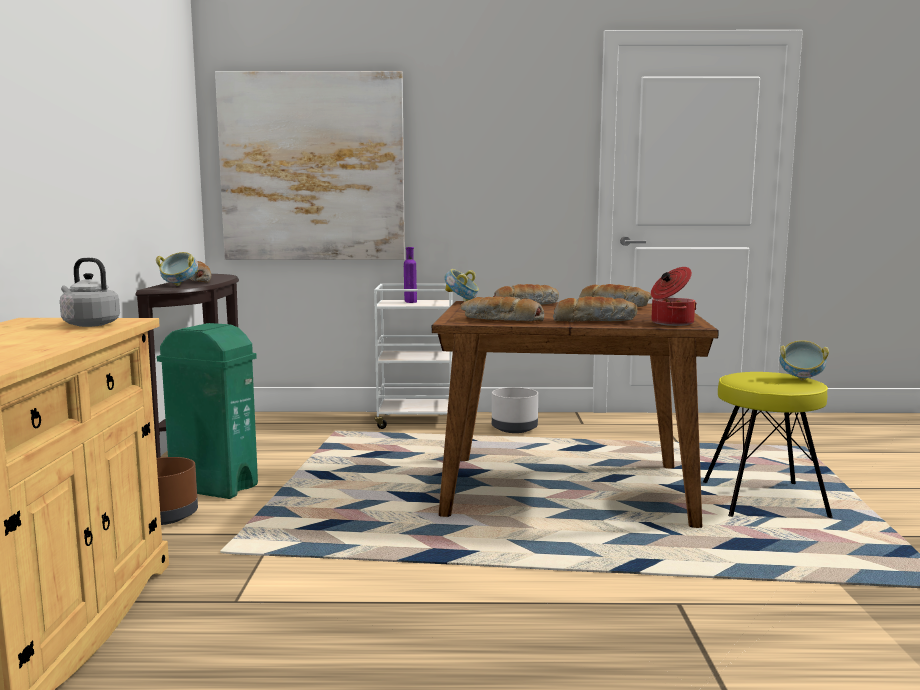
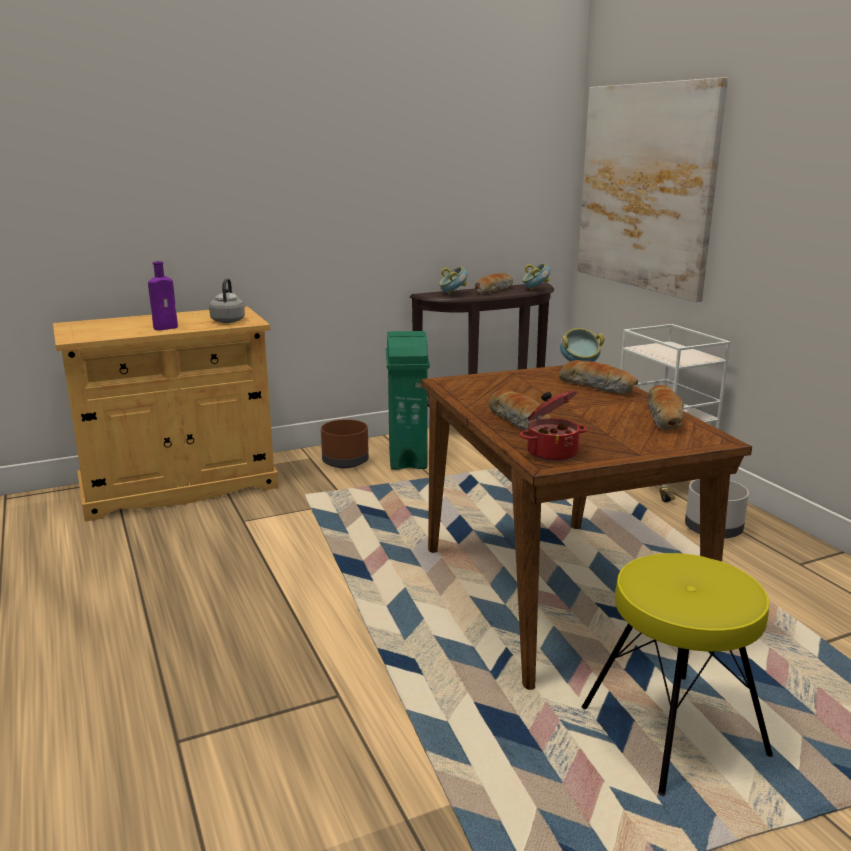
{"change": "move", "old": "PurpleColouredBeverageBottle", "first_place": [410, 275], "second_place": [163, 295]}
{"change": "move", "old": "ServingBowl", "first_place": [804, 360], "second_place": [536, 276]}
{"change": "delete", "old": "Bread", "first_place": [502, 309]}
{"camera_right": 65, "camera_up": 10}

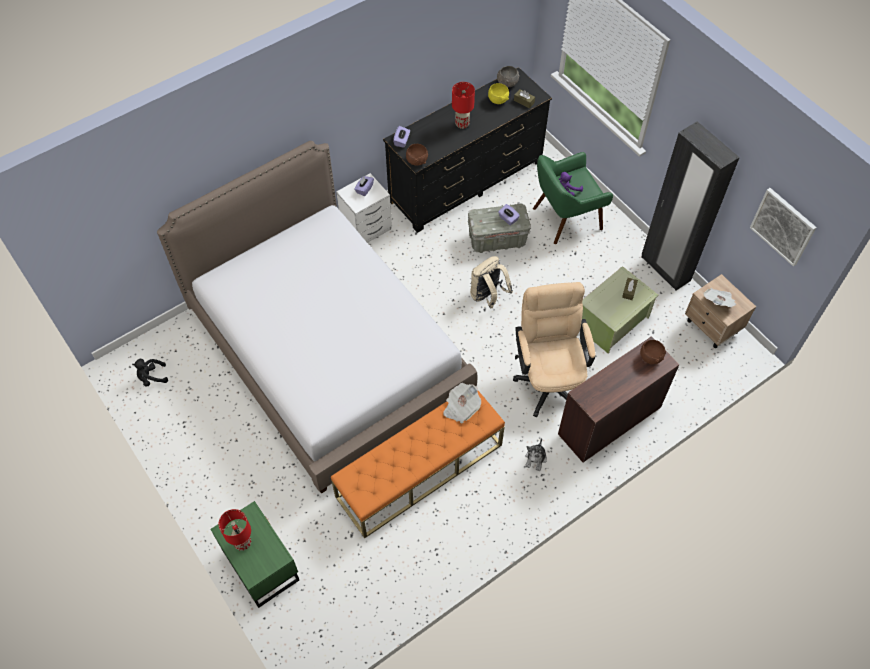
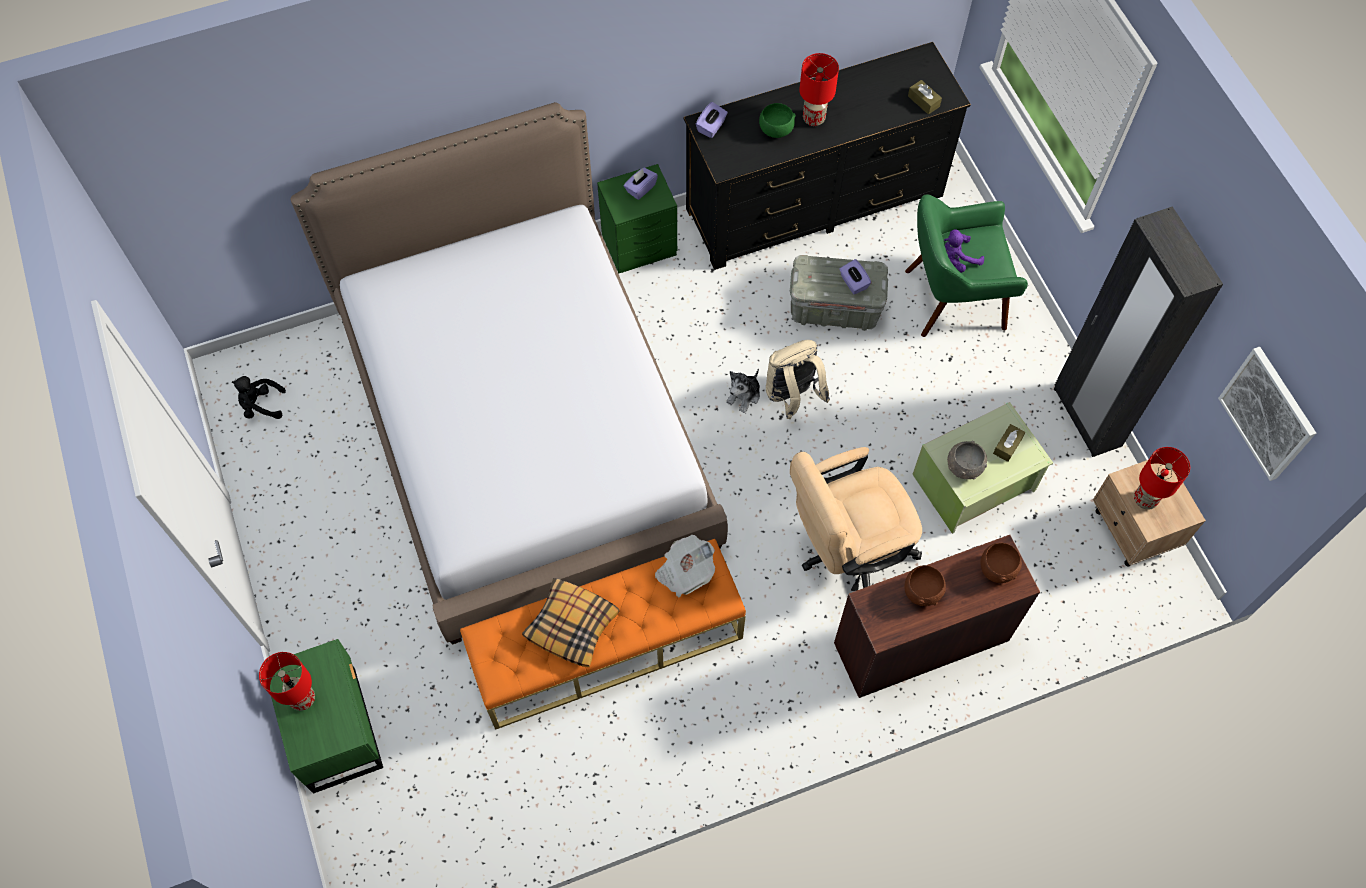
{"change": "insert", "new": "ThrowPillow", "second_place": [571, 622]}
{"change": "recolor", "old": "WhiteNightTable", "new": "GreenNightTable", "first_place": [364, 208], "second_place": [637, 219]}
{"change": "move", "old": "SoftToy", "first_place": [536, 455], "second_place": [743, 390]}
{"change": "insert", "new": "GreenServingBowl", "second_place": [777, 120]}
{"change": "rotate", "old": "BeigeDeskChair", "first_place": [554, 349], "second_place": [856, 519], "degrees": -120}
{"change": "move", "old": "BrownServingBowl", "first_place": [417, 155], "second_place": [925, 585]}
{"change": "move", "old": "GreyishServingBowl", "first_place": [508, 76], "second_place": [967, 460]}
{"change": "replace", "old": "DailyPaper", "new": "RedColouredTabletopLamp", "first_place": [720, 297], "second_place": [1162, 478]}
{"change": "delete", "old": "YellowColouredServingBowl", "first_place": [498, 93]}
{"camera_right": 15, "camera_up": 5}

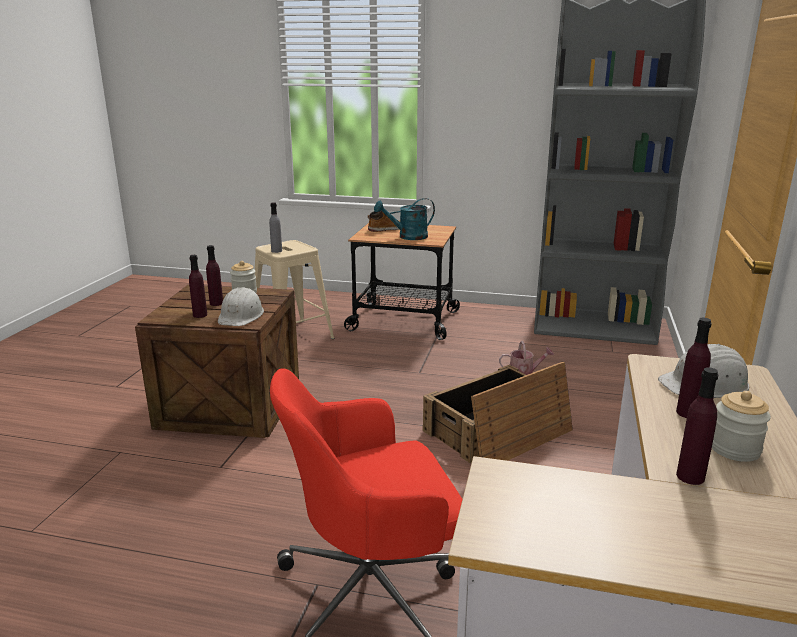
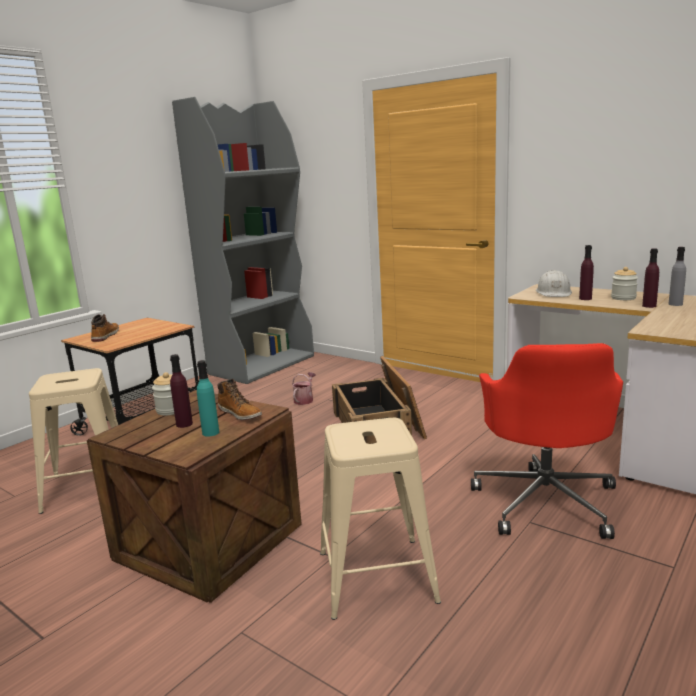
{"change": "recolor", "old": "PurpleColouredBeverageBottle", "new": "TurquoiseColouredBeverageBottle", "first_place": [198, 286], "second_place": [208, 398]}
{"change": "replace", "old": "WhiteWorkHelmet", "new": "Boot", "first_place": [241, 306], "second_place": [239, 399]}
{"change": "insert", "new": "BeigeSittingStool", "second_place": [380, 519]}
{"change": "move", "old": "GreyishBeverageBottle", "first_place": [275, 227], "second_place": [677, 276]}
{"change": "delete", "old": "TurquoiseColouredWateringPot", "first_place": [404, 219]}
{"camera_right": -65, "camera_up": -5}

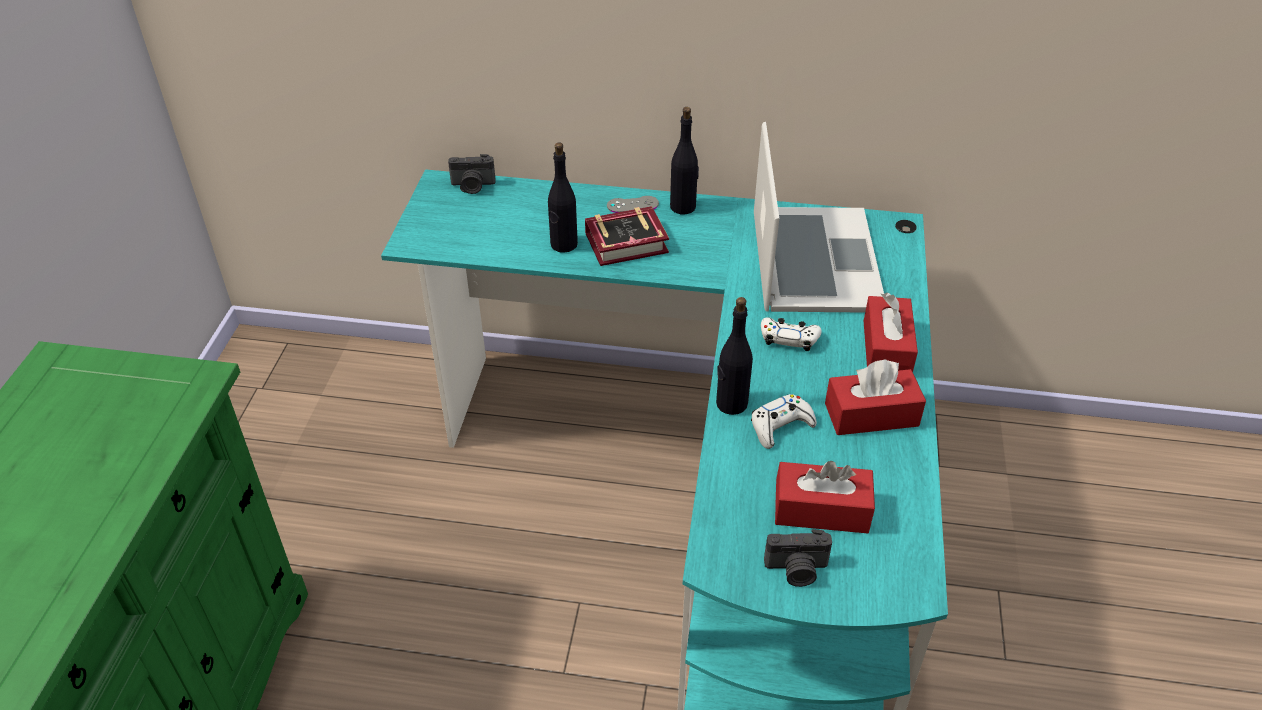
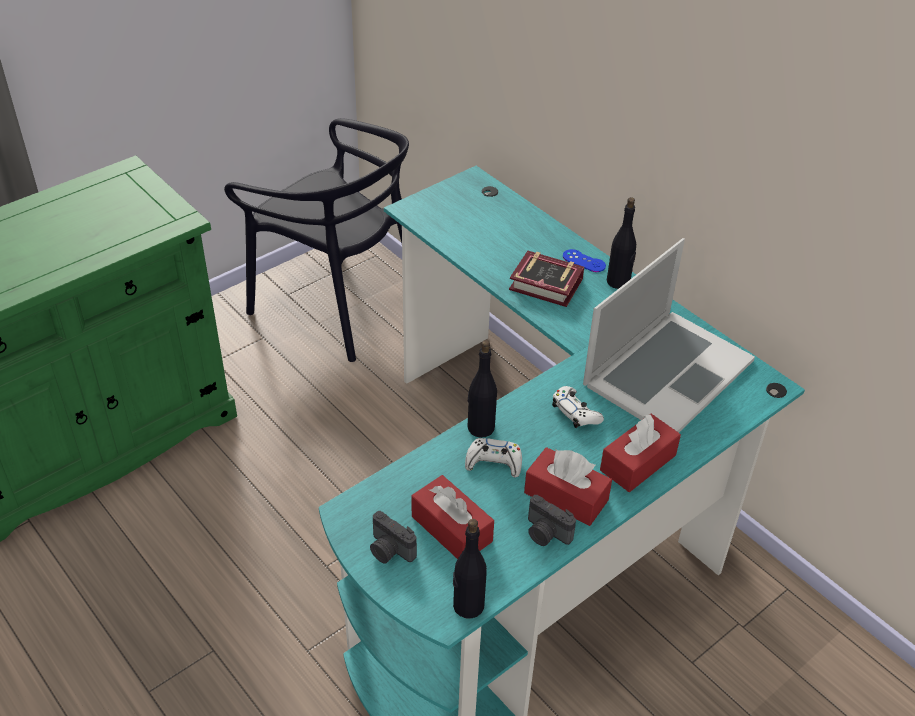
{"change": "insert", "new": "BlackChair", "second_place": [316, 240]}
{"change": "move", "old": "BlackBeverageBottle", "first_place": [563, 198], "second_place": [470, 569]}
{"change": "move", "old": "StillCamera", "first_place": [472, 174], "second_place": [552, 520]}
{"change": "recolor", "old": "GreyishGameController", "new": "BlueGameController", "first_place": [633, 204], "second_place": [584, 260]}
{"camera_right": 40, "camera_up": 0}

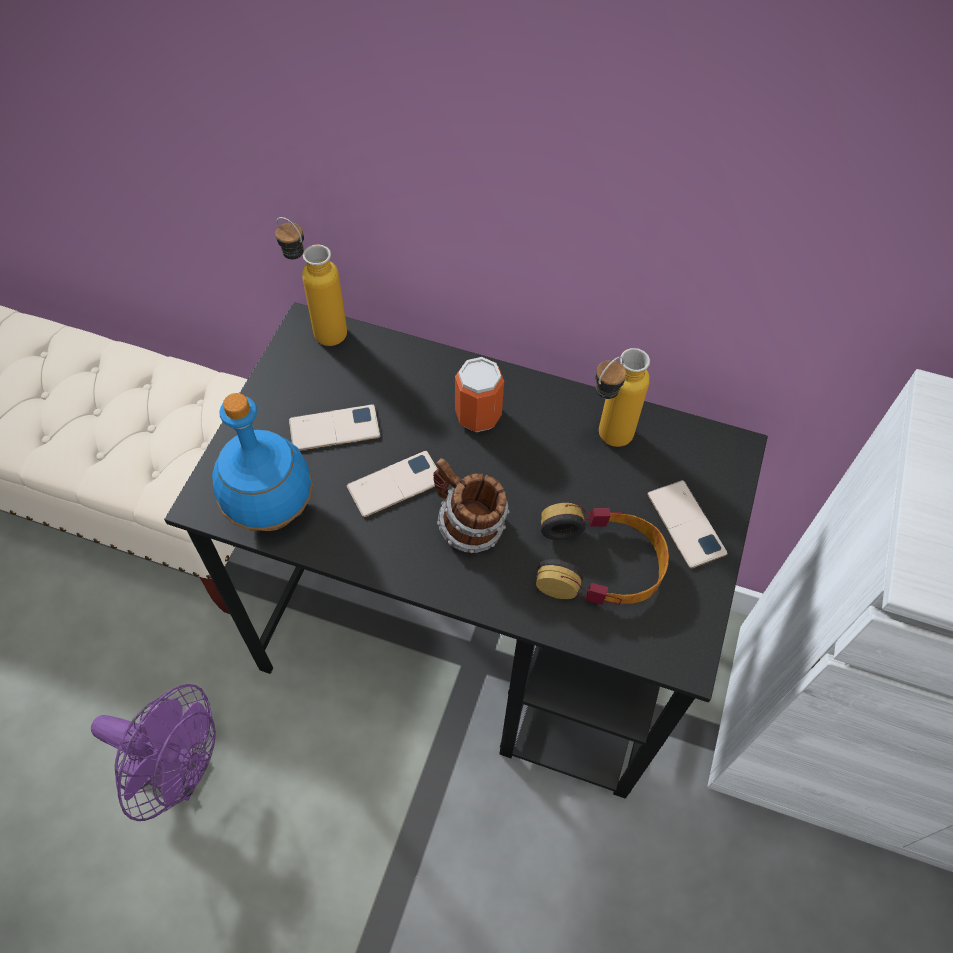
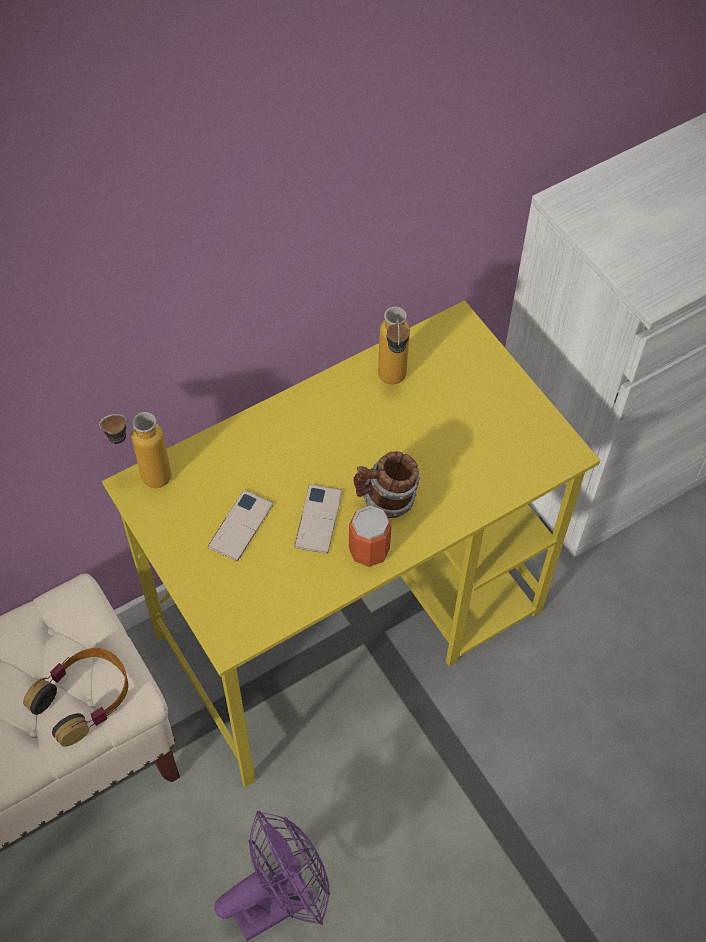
{"change": "move", "old": "Headset", "first_place": [602, 554], "second_place": [75, 697]}
{"change": "recolor", "old": "BlackDeskUnit", "new": "YellowColouredDeskUnit", "first_place": [466, 550], "second_place": [351, 543]}
{"change": "move", "old": "MetalCan", "first_place": [479, 394], "second_place": [370, 536]}
{"change": "delete", "old": "BlueBeverageBottle", "first_place": [262, 462]}
{"change": "delete", "old": "Handset", "first_place": [687, 524]}
{"camera_right": -50, "camera_up": 0}

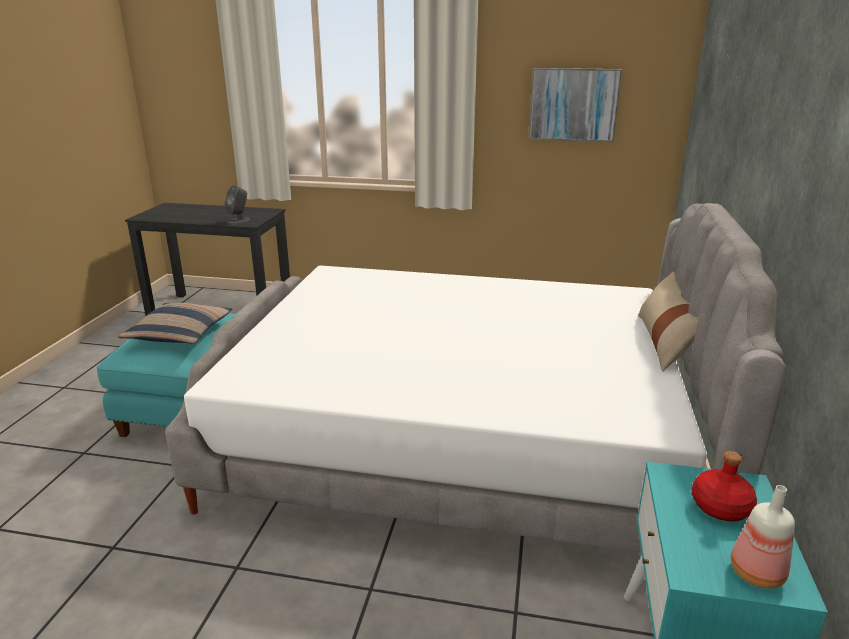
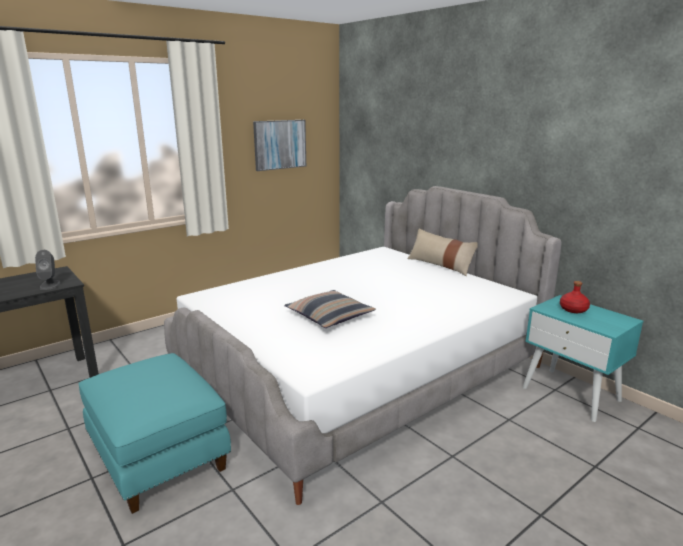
{"change": "move", "old": "ThrowPillow", "first_place": [175, 323], "second_place": [330, 309]}
{"change": "delete", "old": "BeverageBottle", "first_place": [763, 537]}
{"camera_right": -50, "camera_up": -5}

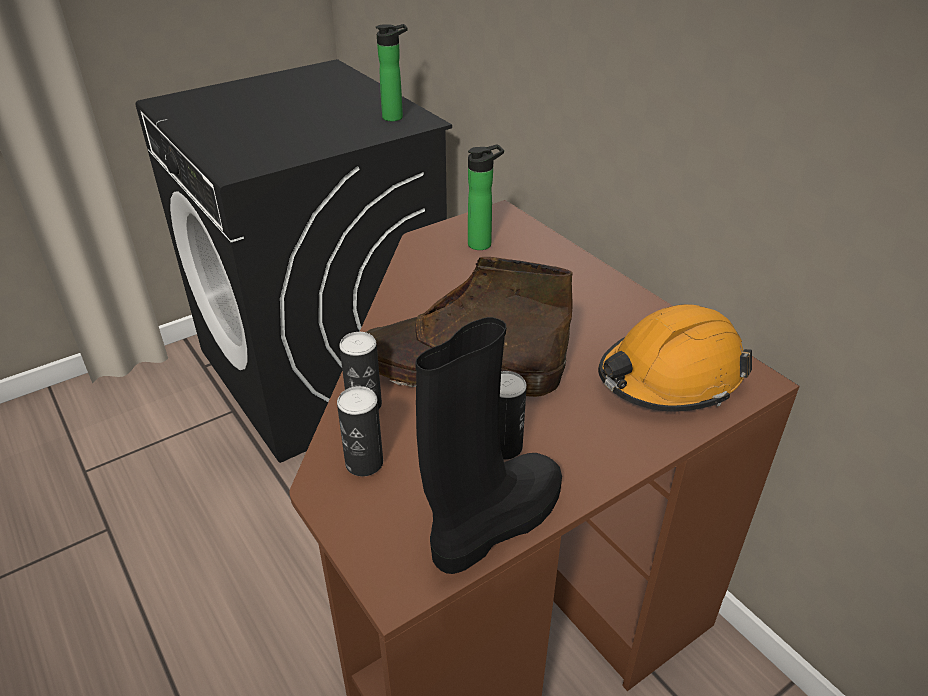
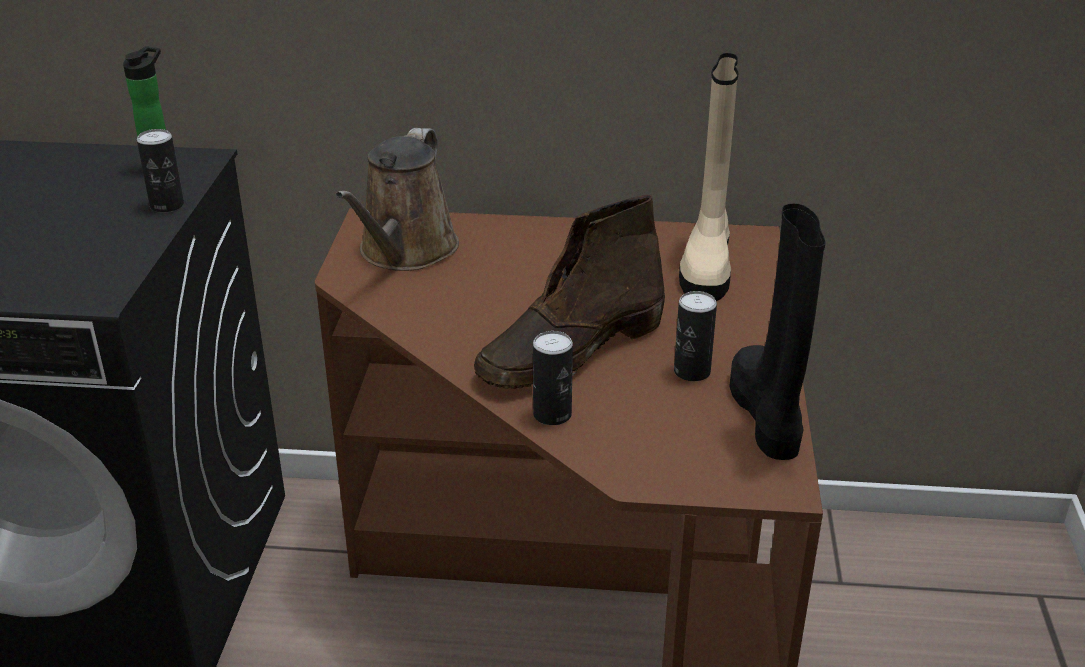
{"change": "move", "old": "MetalCan", "first_place": [360, 431], "second_place": [160, 171]}
{"change": "replace", "old": "BeverageBottle", "new": "BrownWateringPot", "first_place": [486, 197], "second_place": [397, 199]}
{"change": "replace", "old": "OrangeColouredWorkHelmet", "new": "BeigeBoot", "first_place": [675, 358], "second_place": [709, 177]}
{"camera_right": -50, "camera_up": -5}

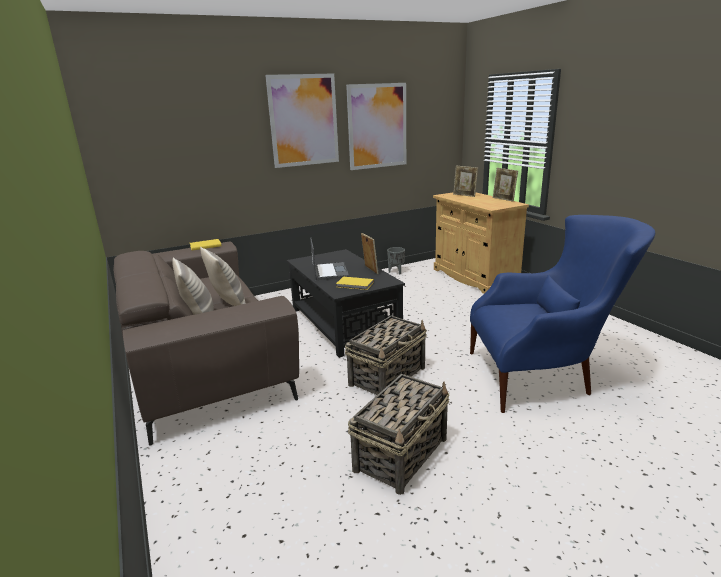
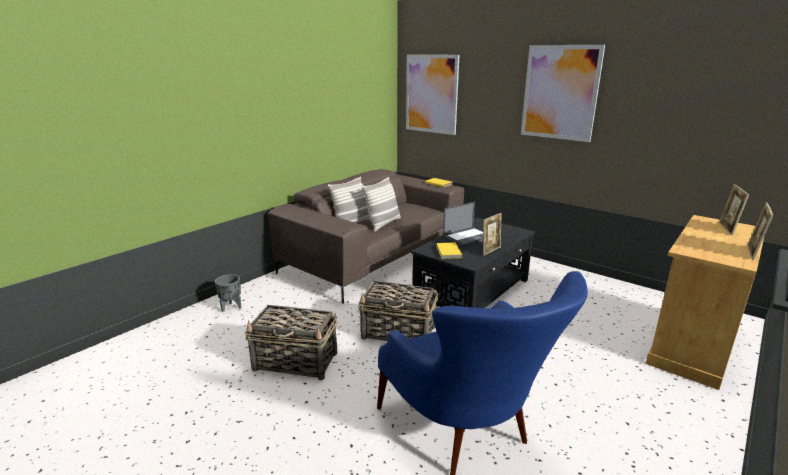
{"change": "move", "old": "GreyishPlanter", "first_place": [396, 260], "second_place": [228, 293]}
{"change": "move", "old": "WallPicture", "first_place": [376, 126], "second_place": [432, 94]}
{"camera_right": 65, "camera_up": 0}

